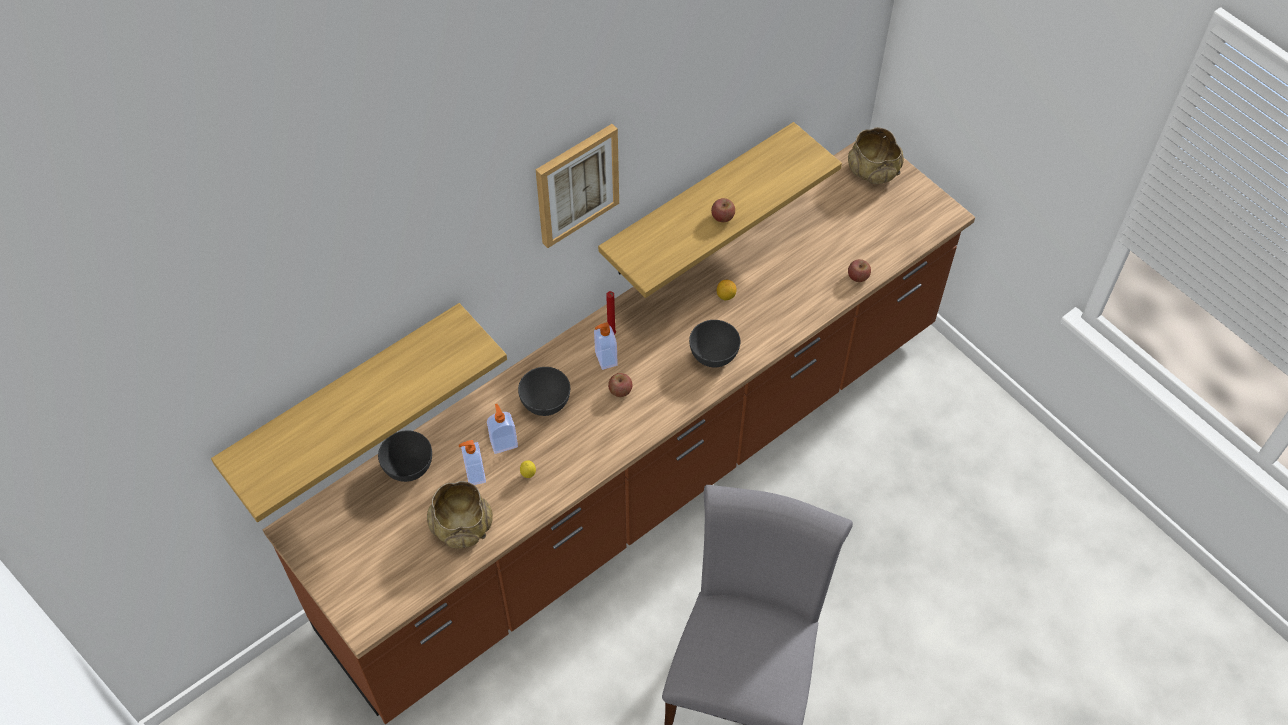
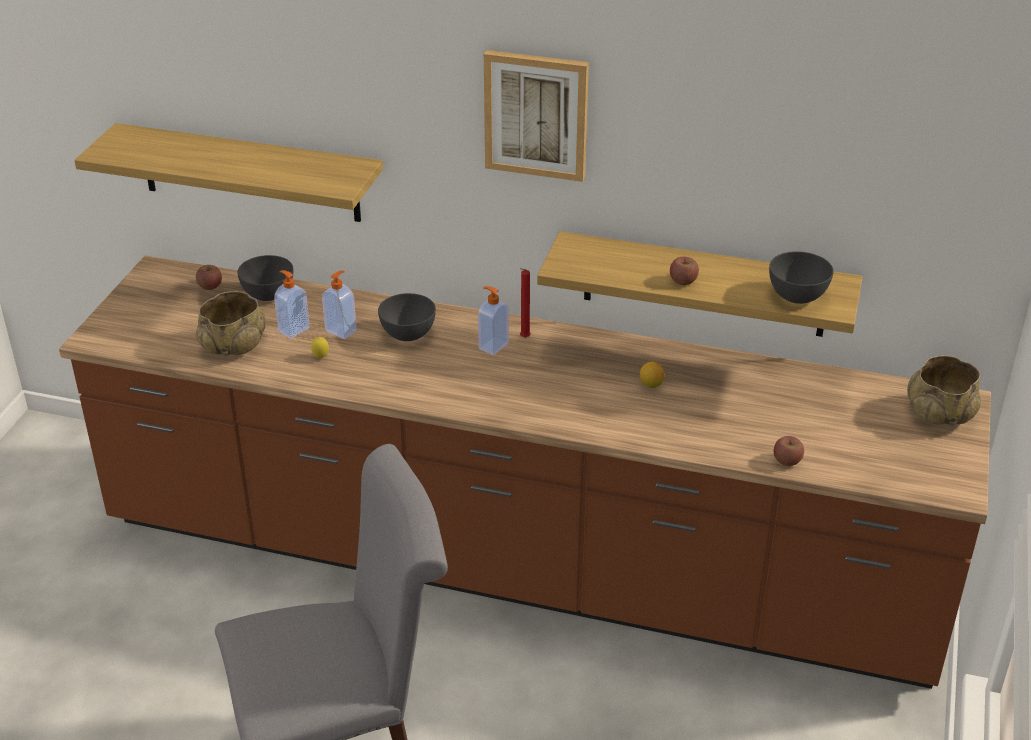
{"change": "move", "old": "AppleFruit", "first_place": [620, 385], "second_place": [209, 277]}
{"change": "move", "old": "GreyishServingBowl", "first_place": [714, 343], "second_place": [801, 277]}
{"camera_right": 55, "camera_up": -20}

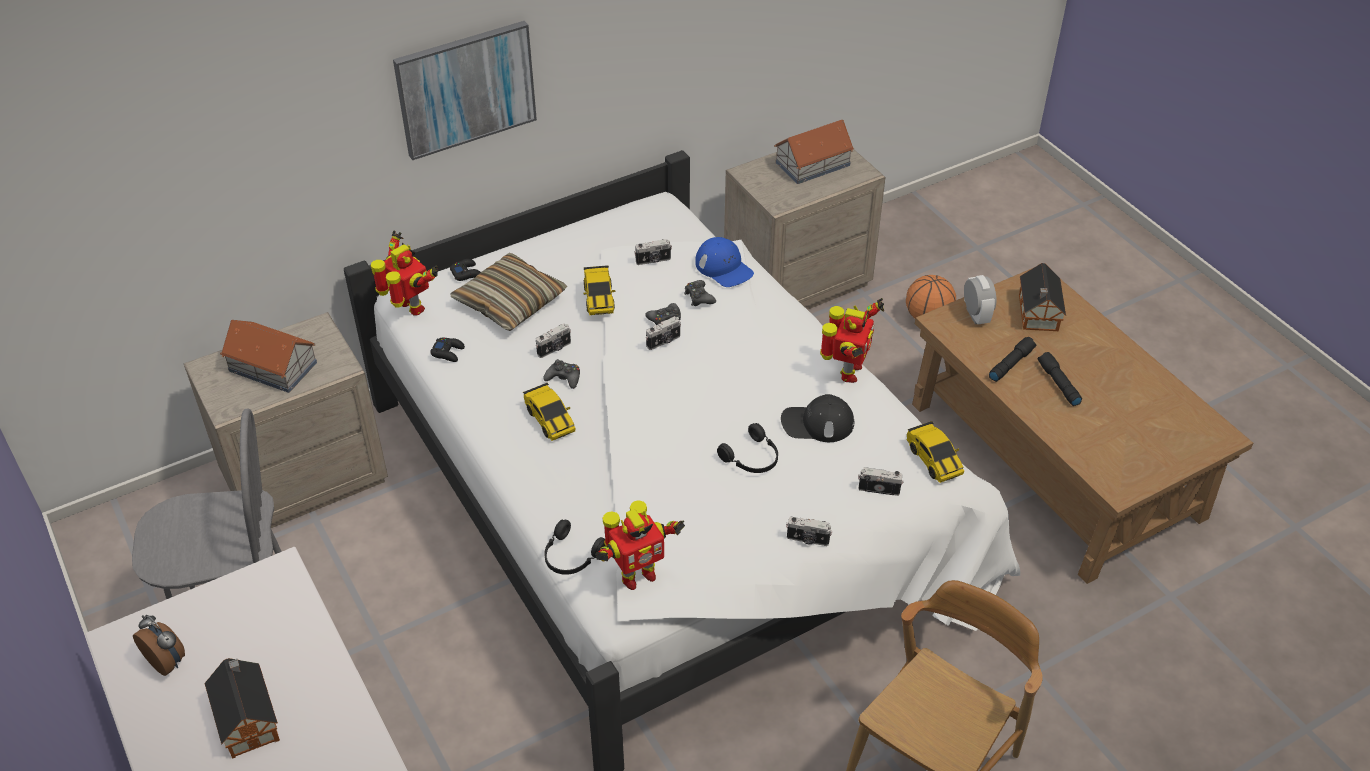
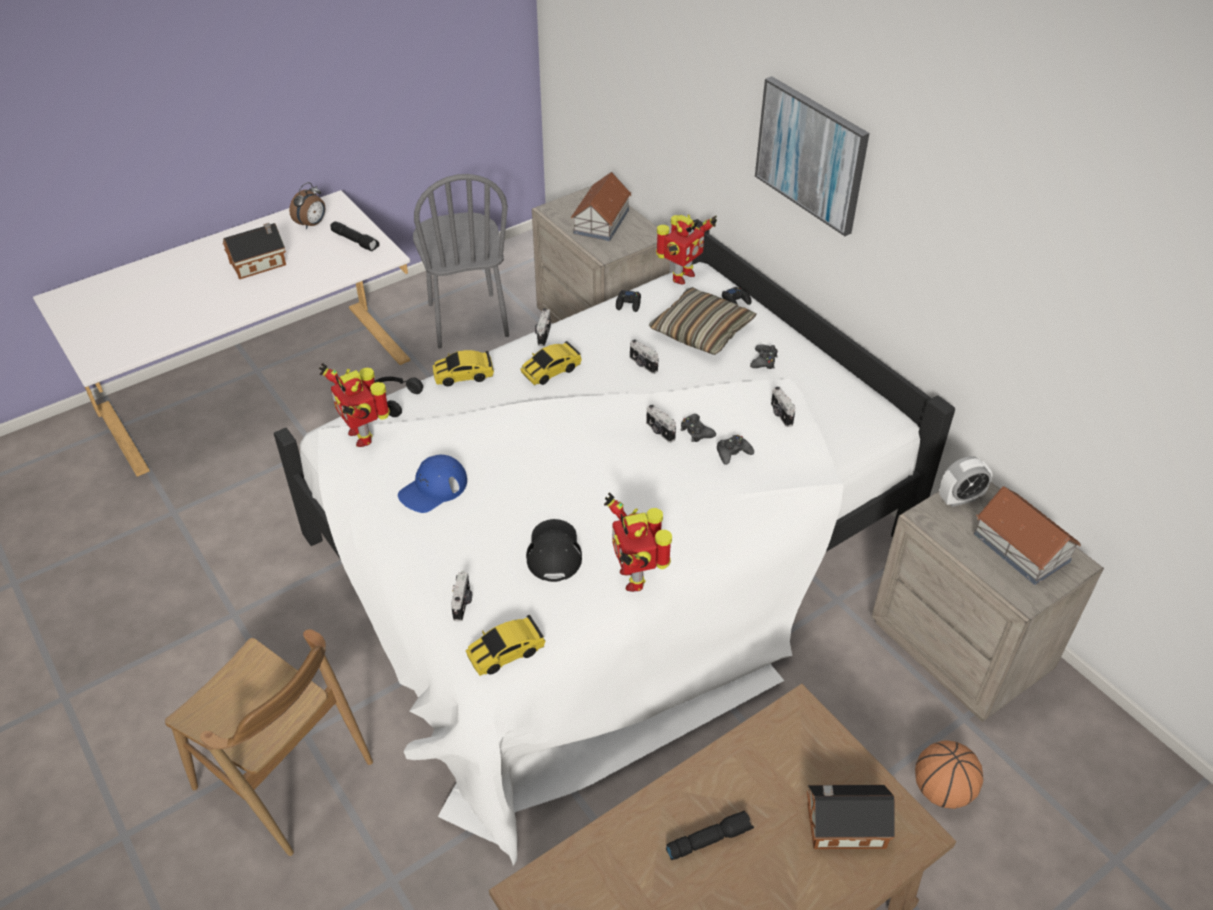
{"change": "move", "old": "BlackFlashlight", "first_place": [1012, 359], "second_place": [354, 236]}
{"change": "move", "old": "BlueBaseballCap", "first_place": [724, 262], "second_place": [432, 484]}
{"change": "move", "old": "ModelCar", "first_place": [599, 290], "second_place": [463, 368]}
{"change": "move", "old": "StillCamera", "first_place": [809, 531], "second_place": [543, 327]}
{"change": "rotate", "old": "ToyRobot", "first_place": [852, 340], "second_place": [638, 542], "degrees": 60}
{"change": "move", "old": "BlackGameController", "first_place": [561, 374], "second_place": [764, 357]}
{"change": "move", "old": "BedsideClock", "first_place": [980, 299], "second_place": [966, 481]}
{"change": "delete", "old": "BlackHeadset", "first_place": [747, 448]}
{"camera_right": 85, "camera_up": 0}

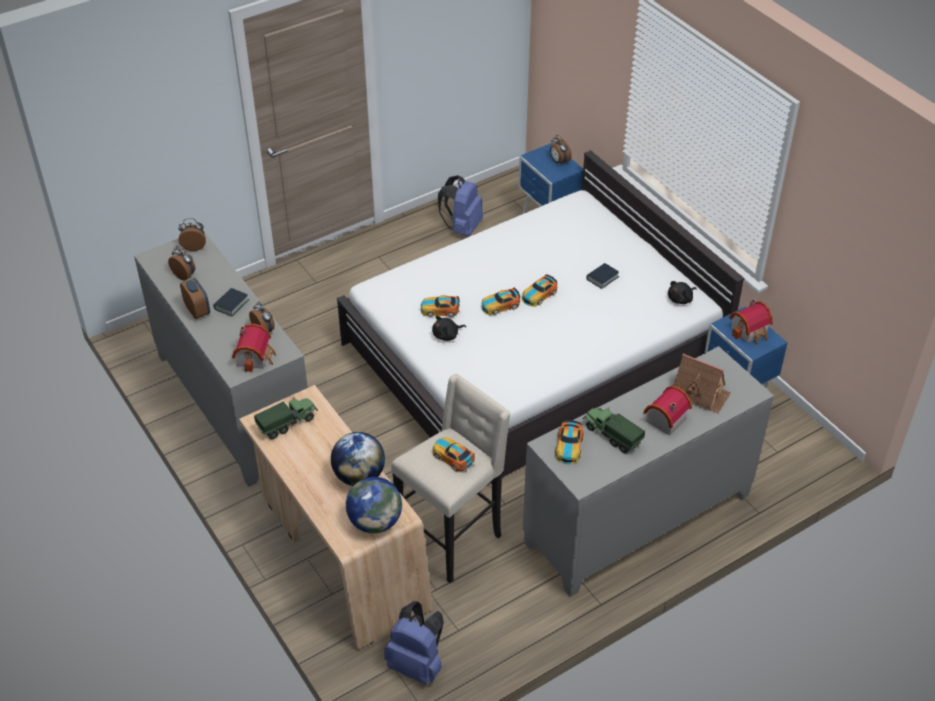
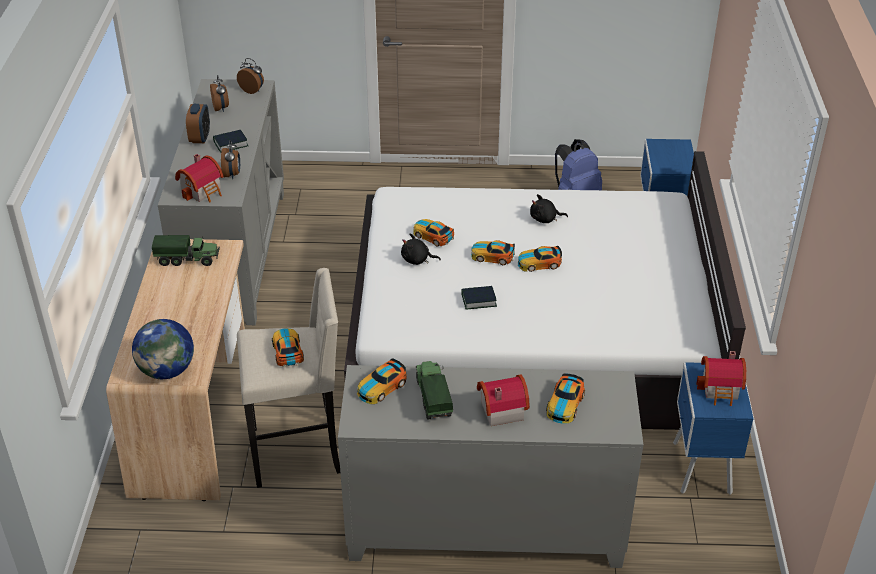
{"change": "move", "old": "BoundBook", "first_place": [602, 276], "second_place": [479, 298]}
{"change": "move", "old": "BlackSoftToy", "first_place": [682, 292], "second_place": [549, 208]}
{"change": "replace", "old": "ToyHouse", "new": "ModelCar", "first_place": [702, 383], "second_place": [565, 398]}
{"change": "delete", "old": "Globe", "first_place": [358, 459]}
{"change": "delete", "old": "BlueRucksack", "first_place": [414, 643]}
{"change": "delete", "old": "BedsideClock", "first_place": [561, 149]}
{"camera_right": 35, "camera_up": -5}

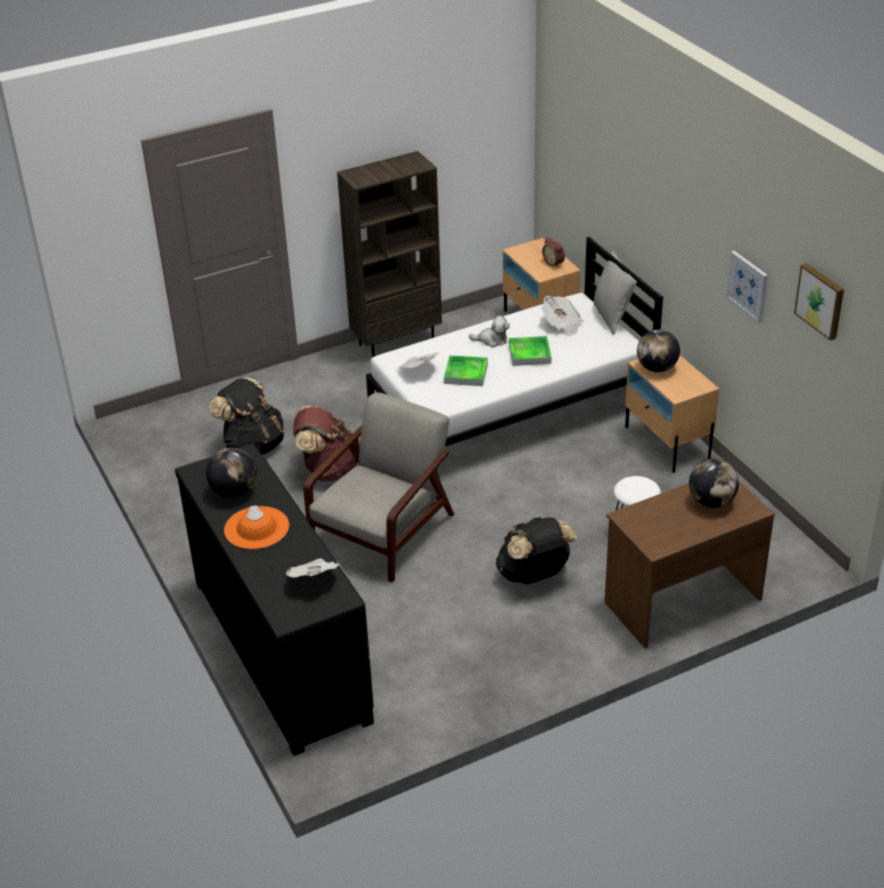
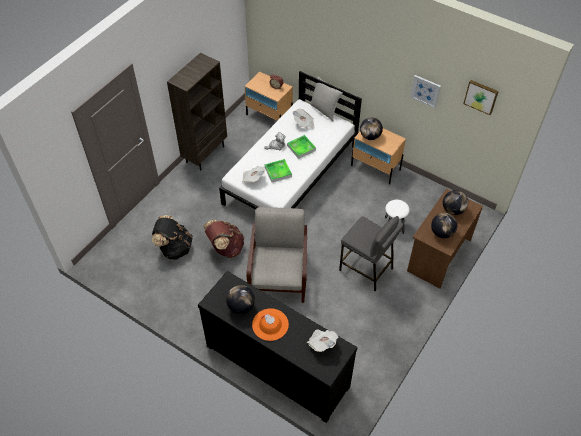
{"change": "replace", "old": "BlackRucksack", "new": "GreyishSittingStool", "first_place": [537, 550], "second_place": [371, 253]}
{"change": "insert", "new": "Globe", "second_place": [444, 225]}
{"camera_right": -30, "camera_up": 15}

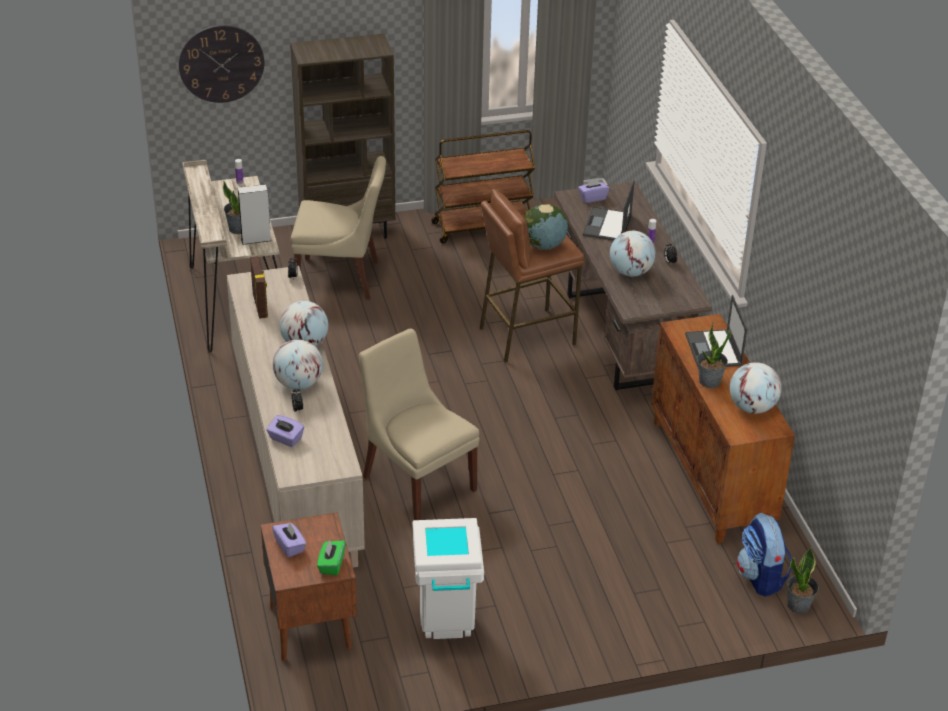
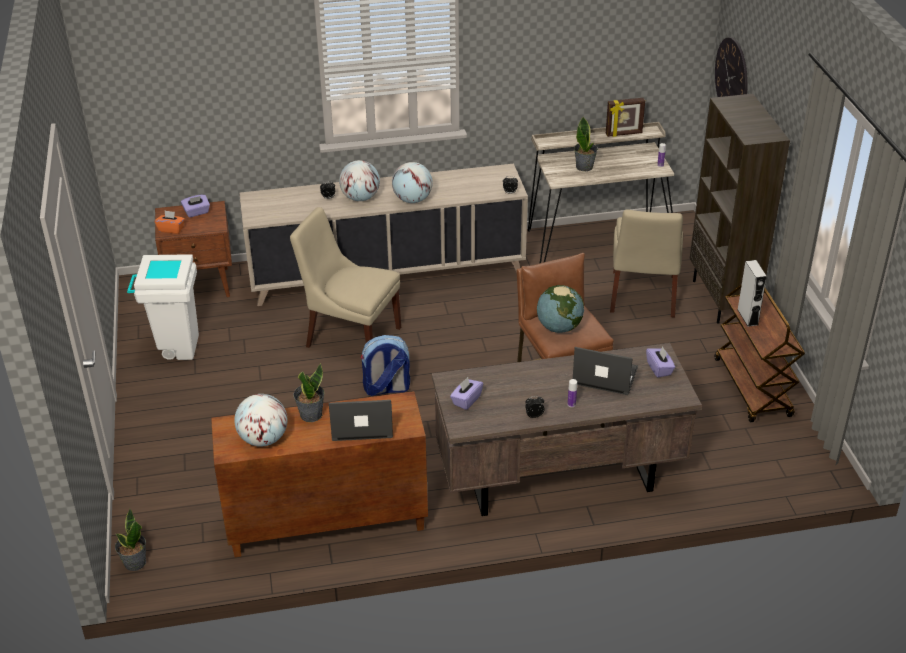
{"change": "recolor", "old": "GreenTissueHolder", "new": "OrangeColouredTissueHolder", "first_place": [331, 558], "second_place": [170, 222]}
{"change": "rotate", "old": "BeigeChair", "first_place": [419, 424], "second_place": [345, 277], "degrees": -120}
{"change": "move", "old": "Rucksack", "first_place": [764, 555], "second_place": [385, 365]}
{"change": "move", "old": "PurpleColouredTissueHolder", "first_place": [285, 431], "second_place": [466, 393]}
{"change": "move", "old": "StandingFrame", "first_place": [259, 287], "second_place": [625, 117]}
{"change": "move", "old": "GreyishSpeaker", "first_place": [254, 214], "second_place": [752, 293]}
{"change": "delete", "old": "Globe", "first_place": [633, 254]}
{"camera_right": 95, "camera_up": 0}

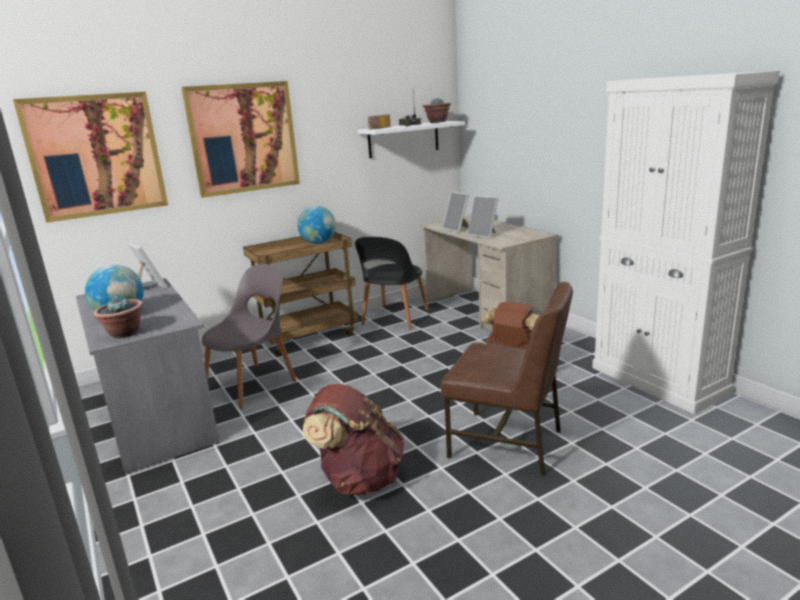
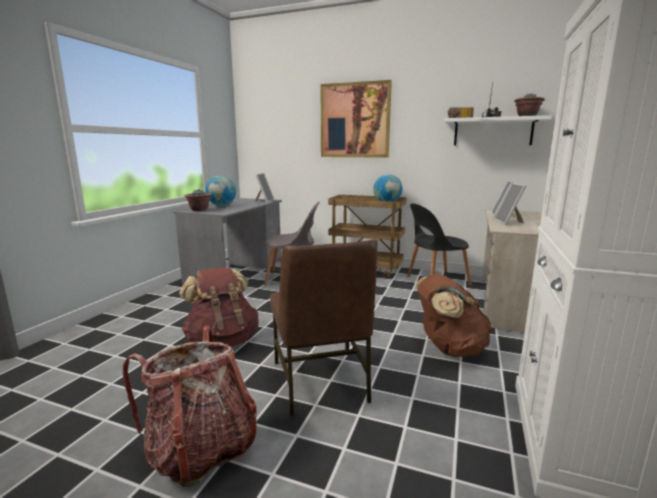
{"change": "insert", "new": "Rucksack", "second_place": [190, 406]}
{"change": "delete", "old": "WallPicture", "first_place": [90, 157]}
{"camera_right": 50, "camera_up": -5}

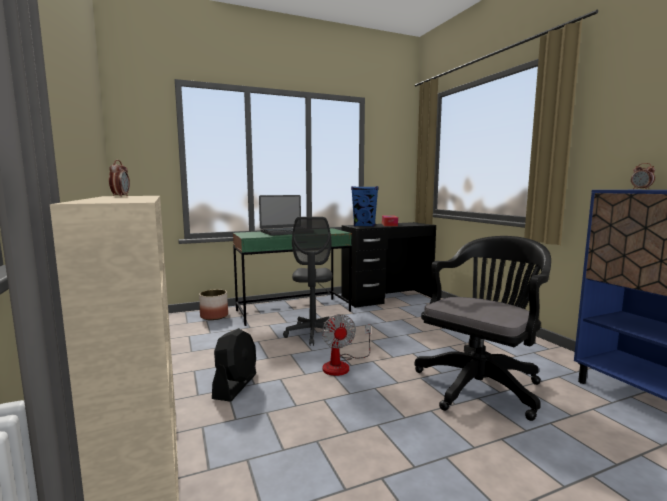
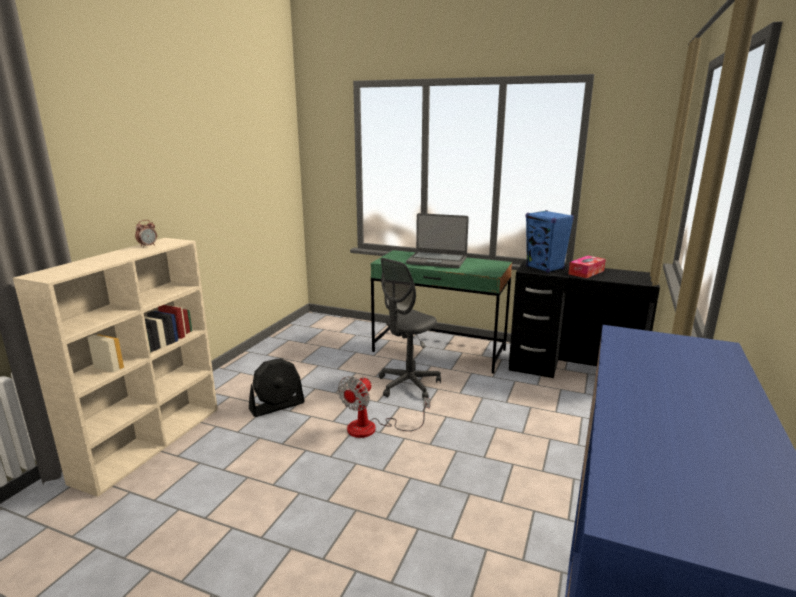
{"change": "delete", "old": "Planter", "first_place": [213, 304]}
{"change": "delete", "old": "BlackDeskChair", "first_place": [482, 328]}
{"change": "delete", "old": "BedsideClock", "first_place": [643, 176]}
{"camera_right": 45, "camera_up": 10}

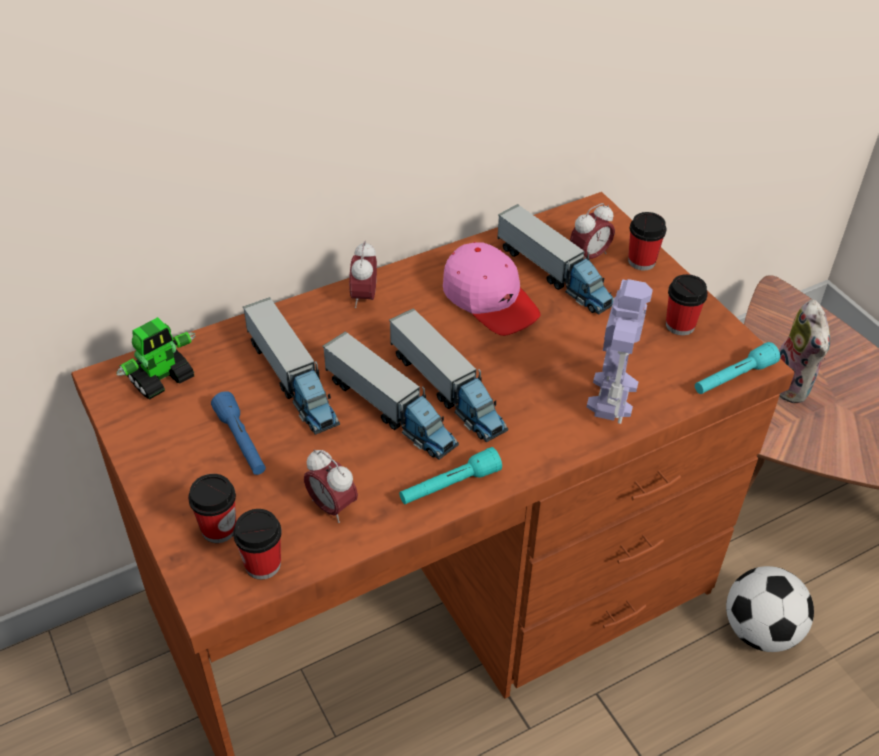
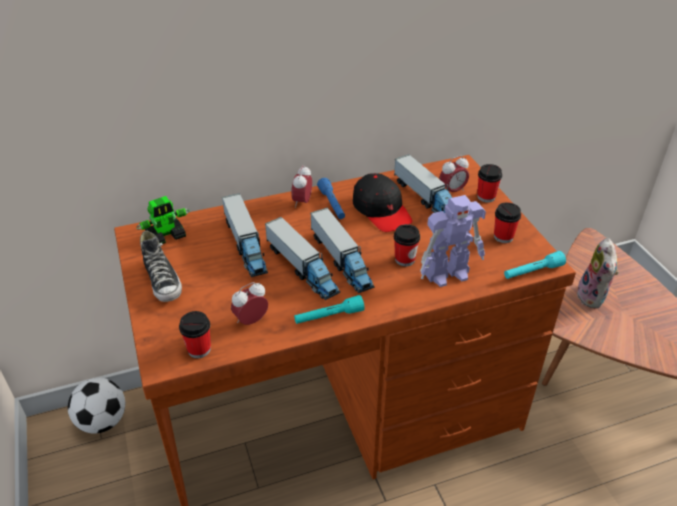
{"change": "move", "old": "Football", "first_place": [770, 609], "second_place": [96, 406]}
{"change": "insert", "new": "LowShoe", "second_place": [161, 266]}
{"change": "rotate", "old": "BedsideClock", "first_place": [331, 486], "second_place": [249, 303], "degrees": 90}
{"change": "move", "old": "BlueFlashlight", "first_place": [238, 433], "second_place": [331, 198]}
{"change": "recolor", "old": "PinkColouredBaseballCap", "new": "BlackBaseballCap", "first_place": [491, 289], "second_place": [382, 202]}
{"change": "move", "old": "Cup", "first_place": [212, 508], "second_place": [407, 245]}
{"change": "rotate", "old": "ToyRobot", "first_place": [620, 351], "second_place": [453, 241], "degrees": 45}
{"camera_right": 10, "camera_up": -5}

